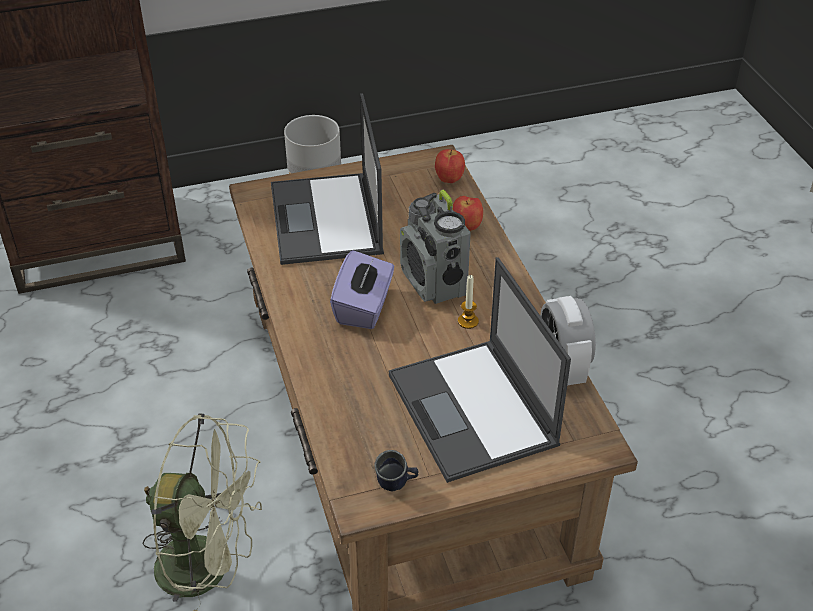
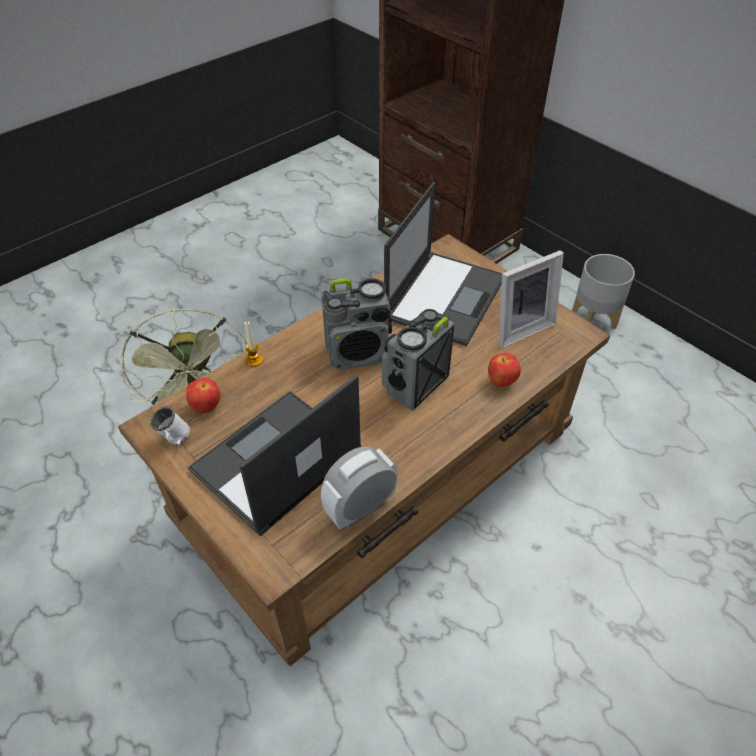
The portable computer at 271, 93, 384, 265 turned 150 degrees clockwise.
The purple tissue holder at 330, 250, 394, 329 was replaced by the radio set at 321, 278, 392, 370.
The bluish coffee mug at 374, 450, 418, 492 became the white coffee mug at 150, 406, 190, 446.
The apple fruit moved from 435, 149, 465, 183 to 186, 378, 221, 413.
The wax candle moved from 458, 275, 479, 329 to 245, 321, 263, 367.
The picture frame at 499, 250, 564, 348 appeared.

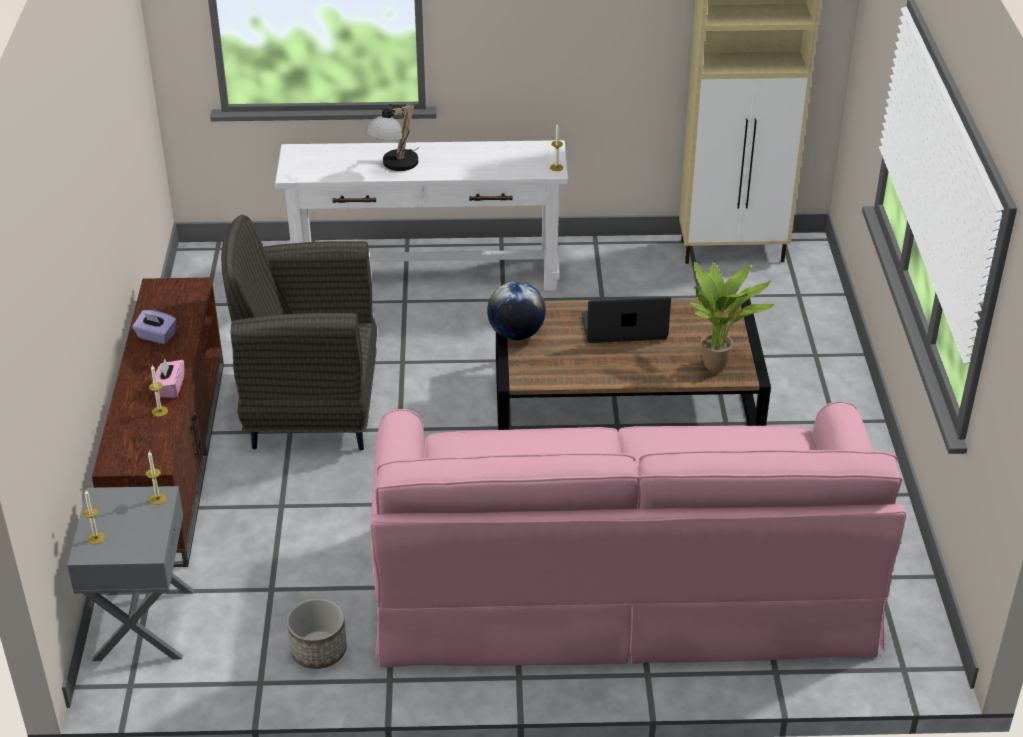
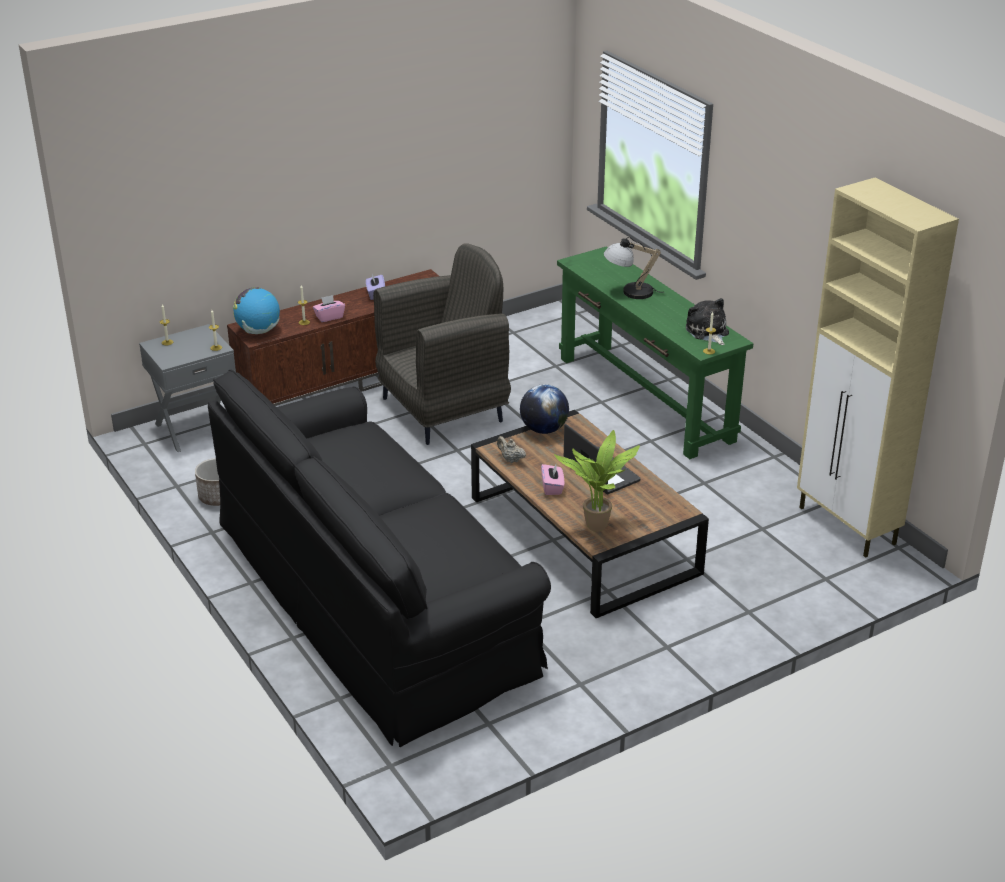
The gray easy chair at 221, 215, 377, 450 turned 90 degrees clockwise.
The white console table at 275, 140, 569, 291 became the green-coloured console table at 557, 246, 753, 459.
The pink-coloured sofa at 370, 401, 906, 668 became the black-coloured sofa at 208, 369, 551, 747.
The world globe at 233, 287, 280, 334 appeared.
The beige teapot at 497, 436, 526, 463 appeared.
The pink-coloured tissue holder at 541, 464, 564, 495 appeared.
The cuddly toy at 686, 298, 729, 345 appeared.

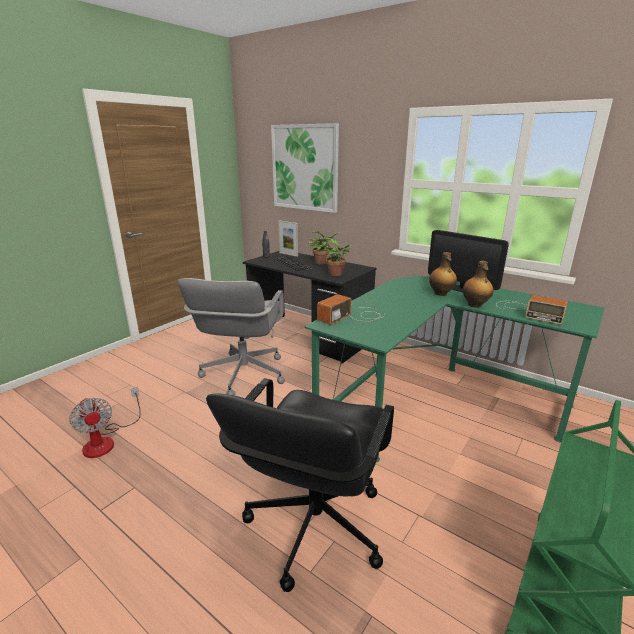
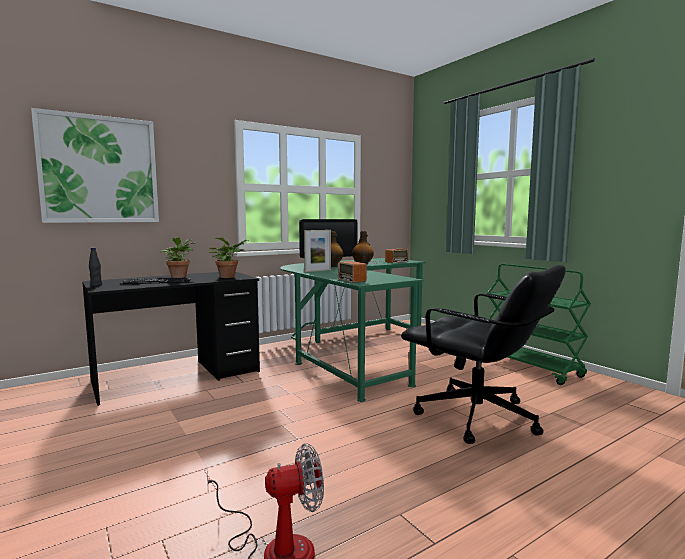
The gray desk chair at 177, 278, 285, 395 disappeared.
The picture frame moved from 278, 221, 298, 257 to 304, 230, 331, 272.

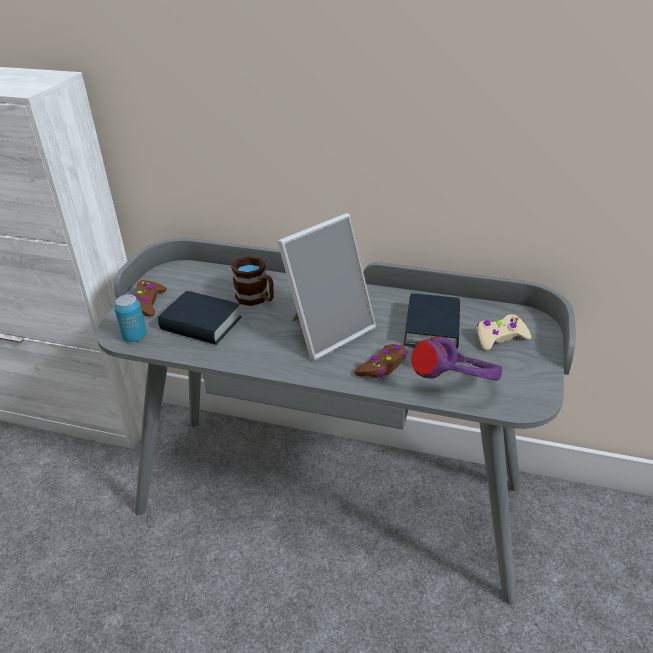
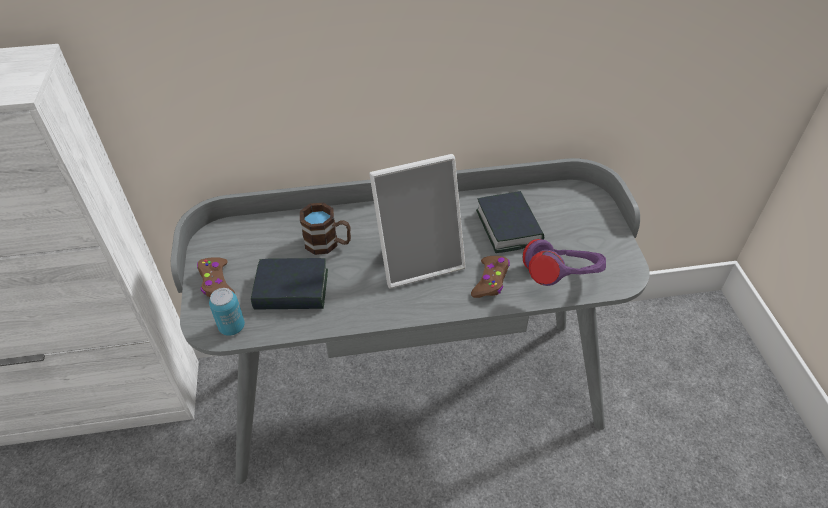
The picture frame at 277, 213, 376, 360 turned 45 degrees clockwise.
The beige joypad at 477, 314, 531, 351 disappeared.

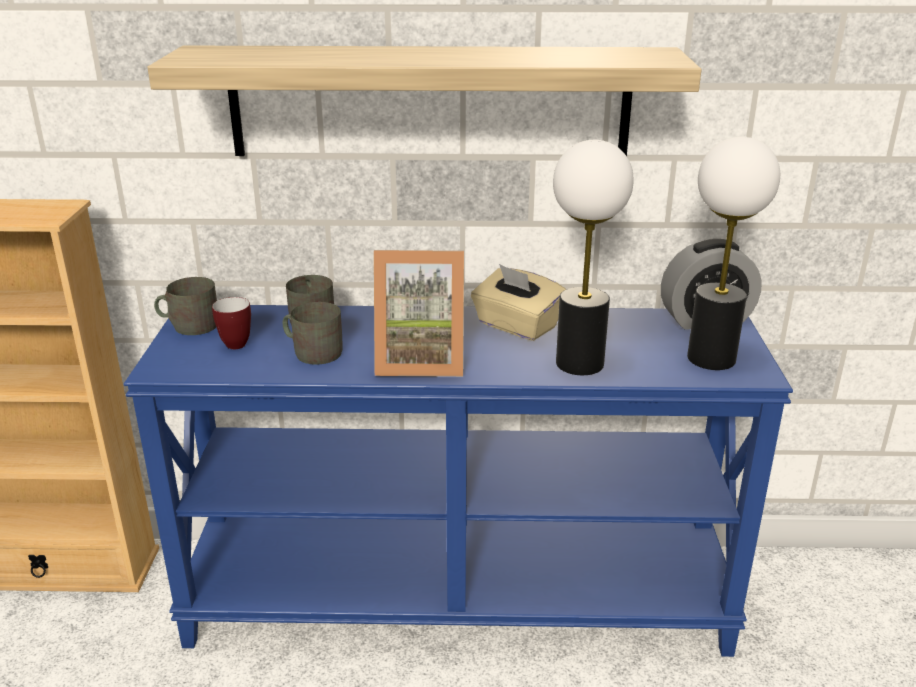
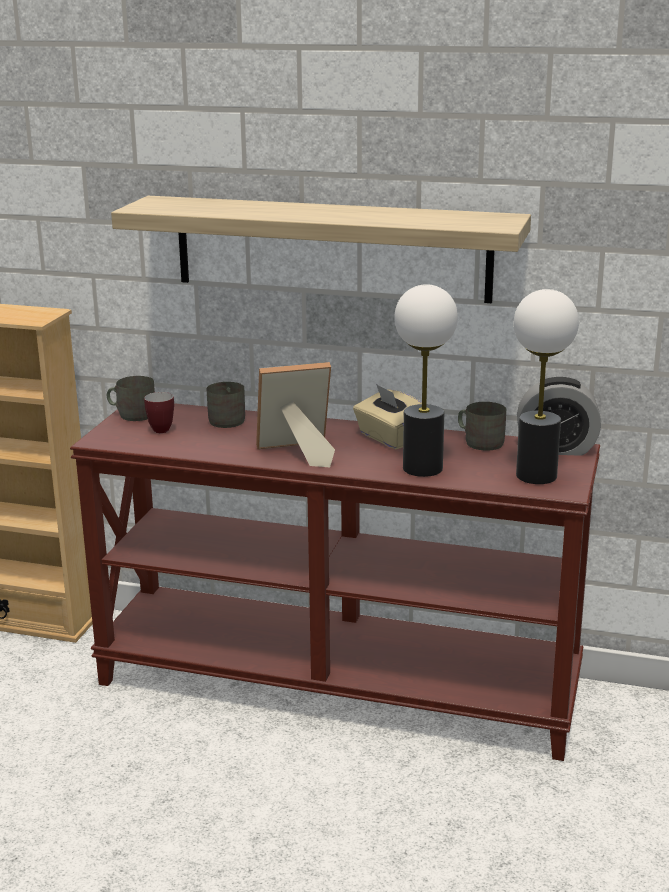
The bluish console table at 124, 305, 793, 657 became the brownish console table at 70, 403, 600, 761.
The gray coffee mug moved from 283, 302, 343, 365 to 458, 402, 506, 451.
The picture frame at 374, 250, 464, 377 turned 150 degrees clockwise.

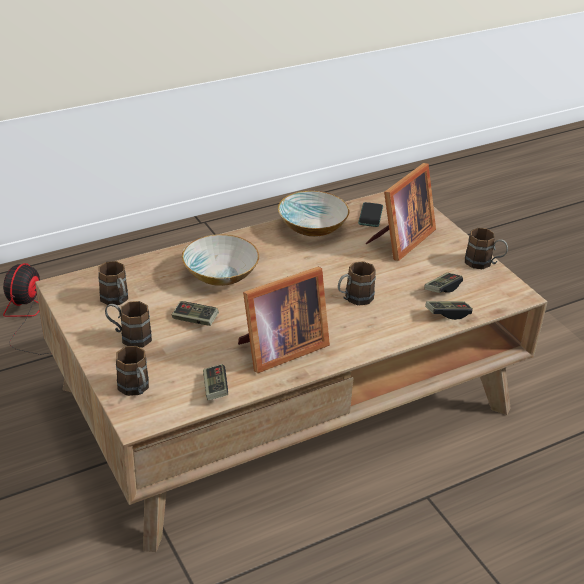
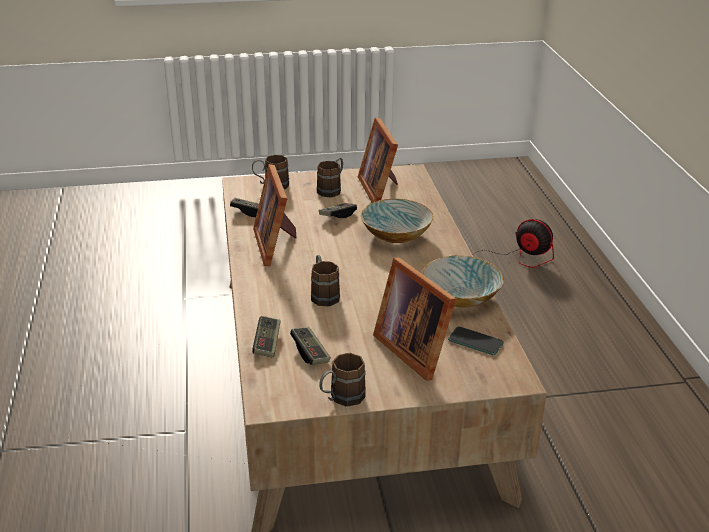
The brownish coffee mug at 98, 261, 128, 305 was replaced by the picture frame at 358, 117, 398, 203.

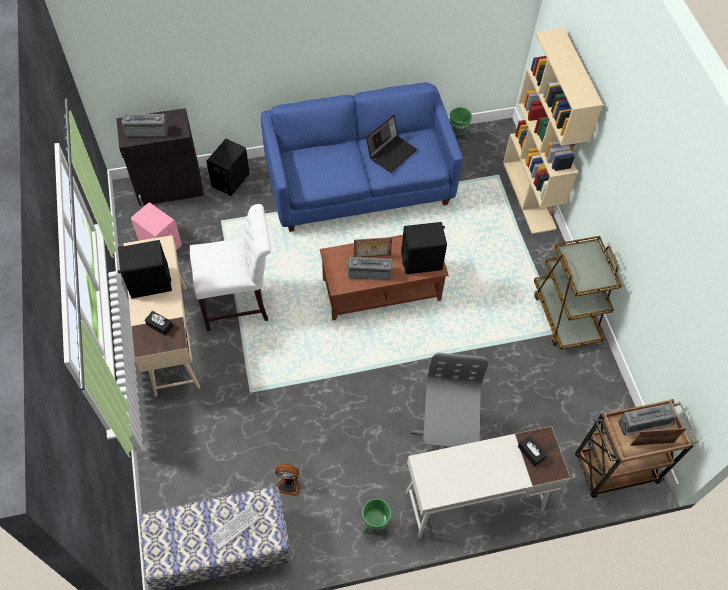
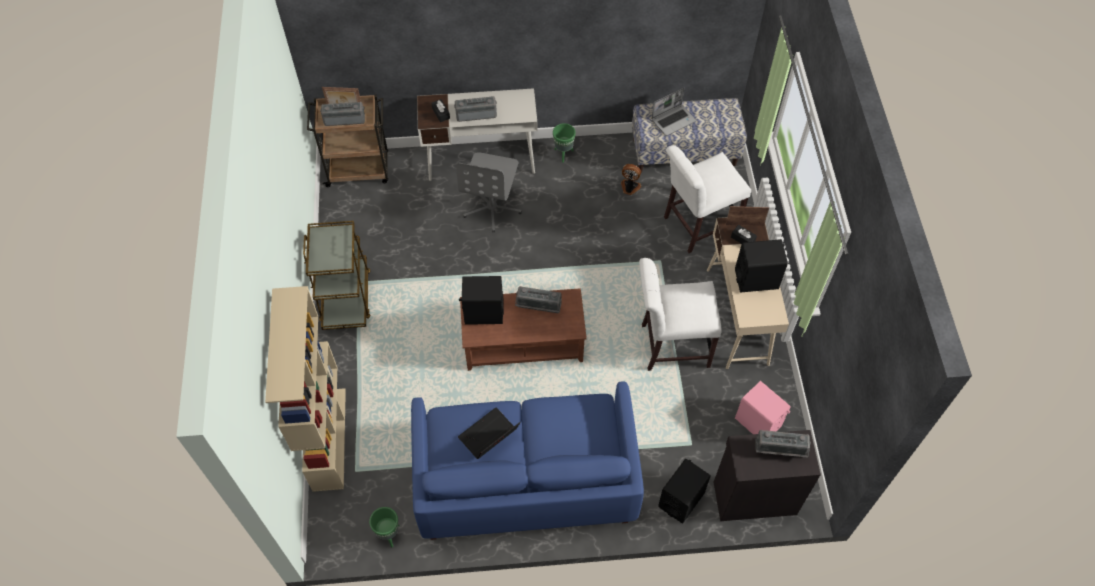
The computer keyboard at 209, 506, 260, 550 was replaced by the portable computer at 651, 88, 696, 136.
The picture frame moved from 354, 237, 392, 257 to 726, 206, 769, 226.
The radio set at 454, 96, 497, 122 appeared.
The white chair at 664, 145, 751, 253 appeared.

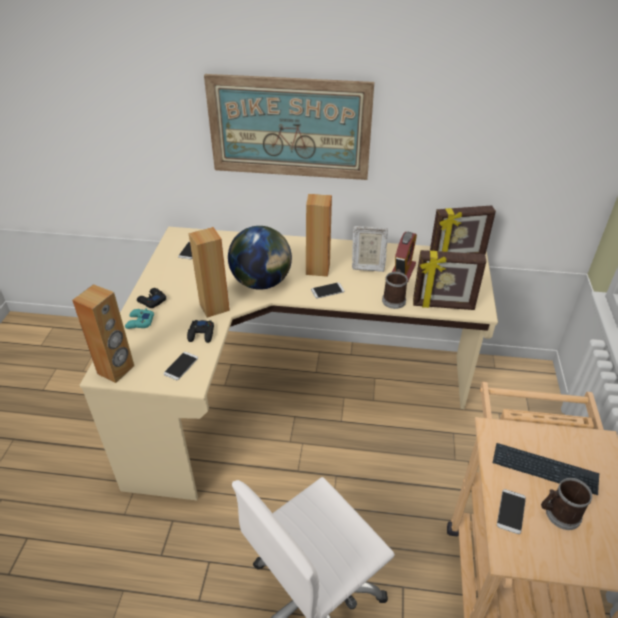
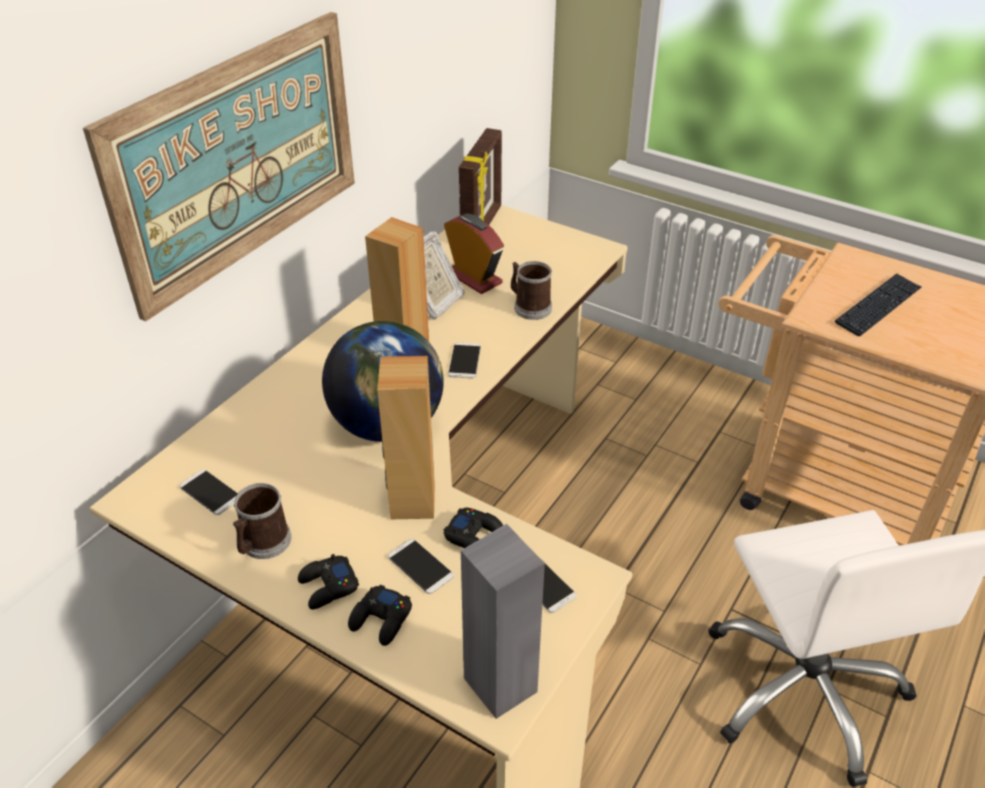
The brownish speaker at 72, 284, 134, 383 became the gray speaker at 461, 523, 545, 719.
The blue-green joypad at 125, 308, 154, 329 became the black-coloured joypad at 348, 584, 412, 646.
The picture frame at 413, 250, 486, 310 disappeared.
The telephone moved from 497, 489, 526, 534 to 388, 539, 454, 594.
The coffee mug moved from 541, 478, 592, 530 to 233, 483, 291, 559.

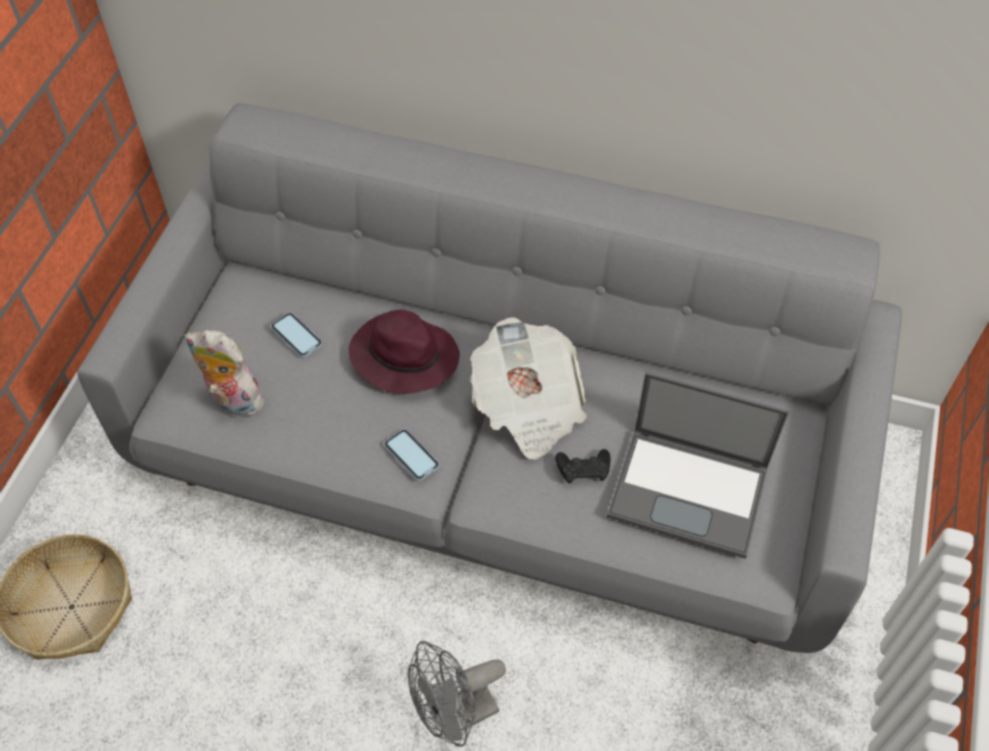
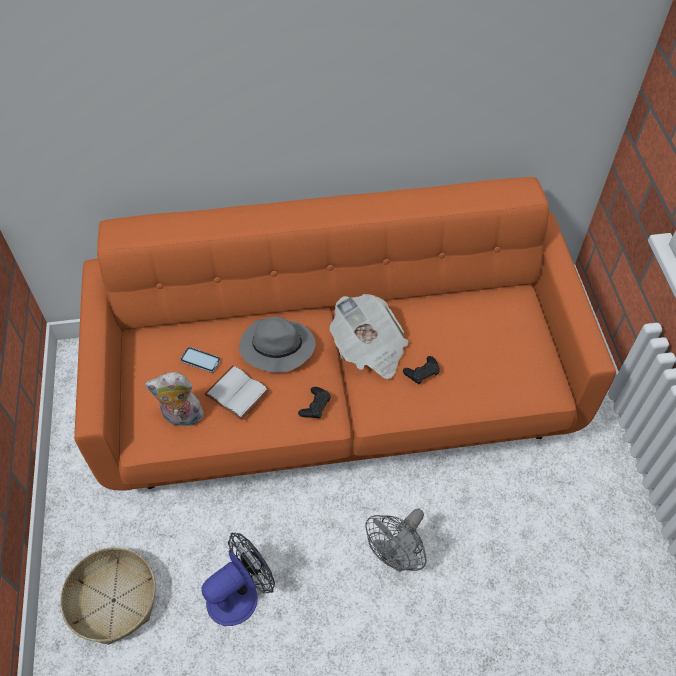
The gray sofa at 77, 103, 902, 653 became the orange sofa at 74, 177, 616, 490.
The purple clothing hat at 349, 310, 460, 394 became the gray clothing hat at 239, 317, 316, 373.
The telephone at 384, 429, 439, 481 was replaced by the black-coloured joypad at 298, 387, 331, 419.
The portable computer at 607, 372, 789, 559 disappeared.
The cooling fan at 202, 533, 275, 626 appeared.
The white bound book at 204, 365, 270, 420 appeared.

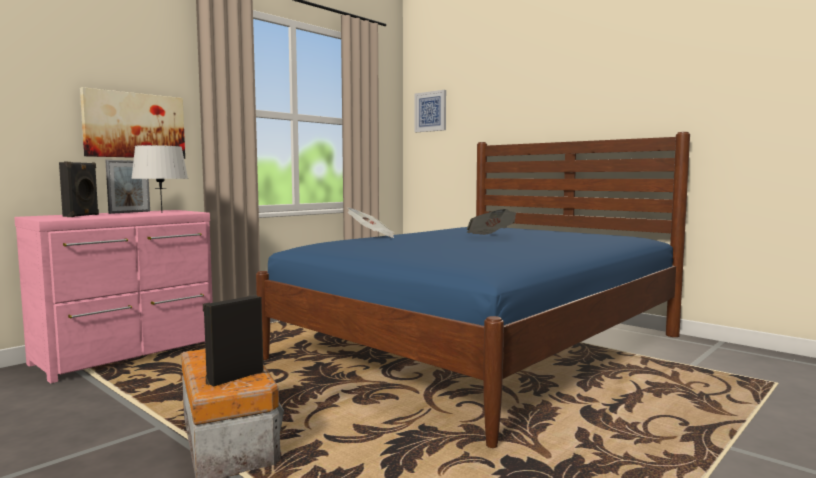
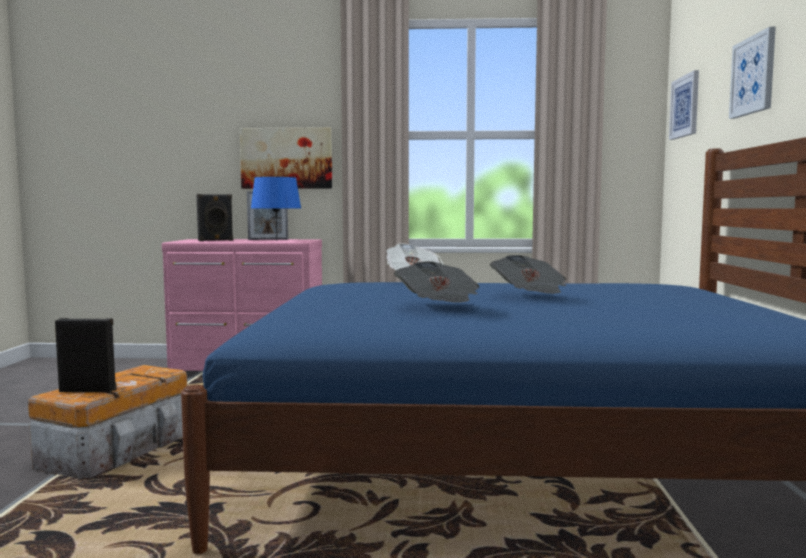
The gray lamp for a table at 131, 145, 188, 213 became the bluish lamp for a table at 251, 177, 301, 241.
The daily paper at 394, 261, 480, 303 appeared.
The wall picture at 729, 27, 776, 119 appeared.

